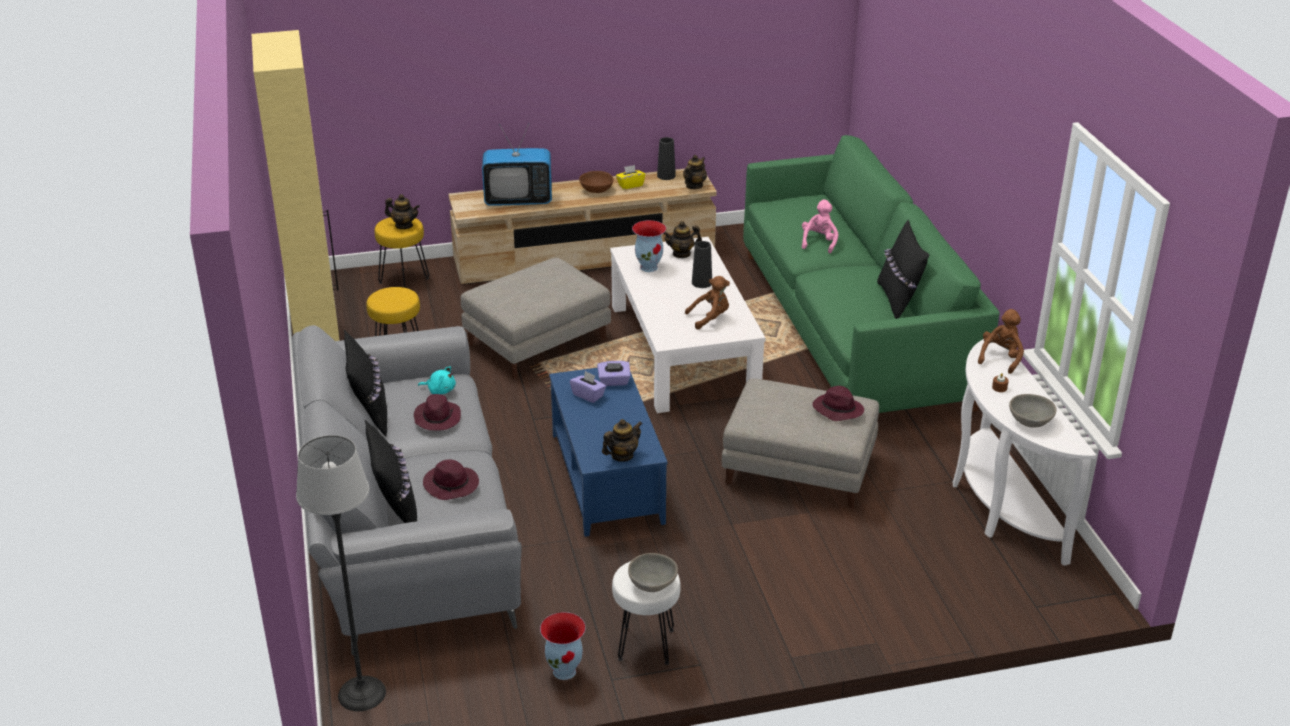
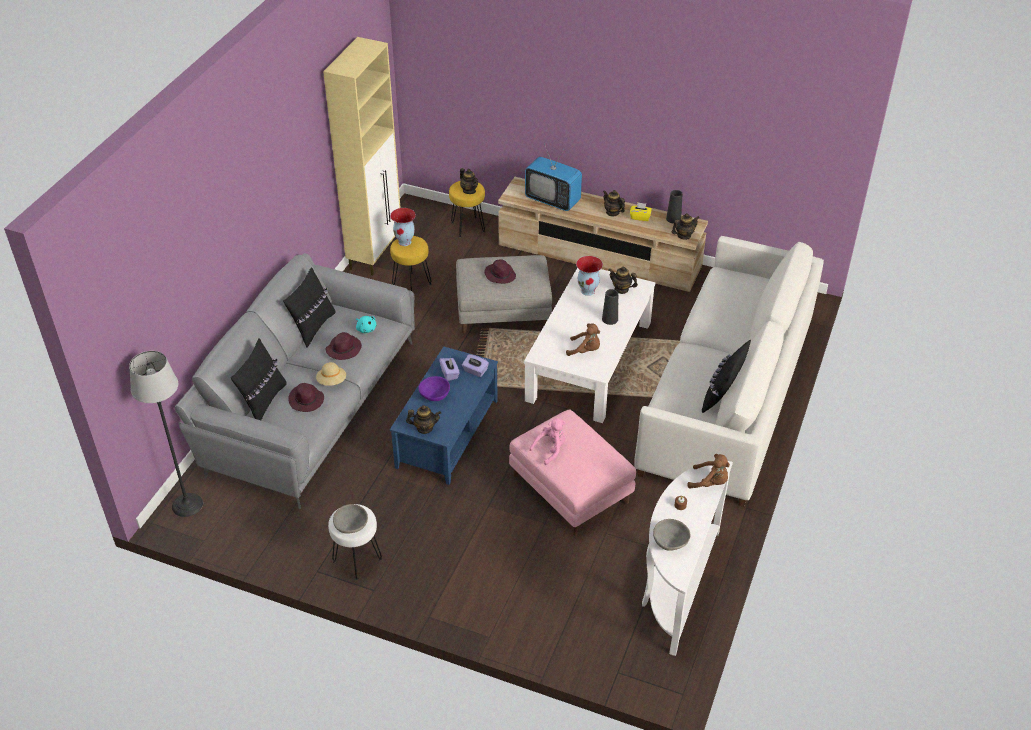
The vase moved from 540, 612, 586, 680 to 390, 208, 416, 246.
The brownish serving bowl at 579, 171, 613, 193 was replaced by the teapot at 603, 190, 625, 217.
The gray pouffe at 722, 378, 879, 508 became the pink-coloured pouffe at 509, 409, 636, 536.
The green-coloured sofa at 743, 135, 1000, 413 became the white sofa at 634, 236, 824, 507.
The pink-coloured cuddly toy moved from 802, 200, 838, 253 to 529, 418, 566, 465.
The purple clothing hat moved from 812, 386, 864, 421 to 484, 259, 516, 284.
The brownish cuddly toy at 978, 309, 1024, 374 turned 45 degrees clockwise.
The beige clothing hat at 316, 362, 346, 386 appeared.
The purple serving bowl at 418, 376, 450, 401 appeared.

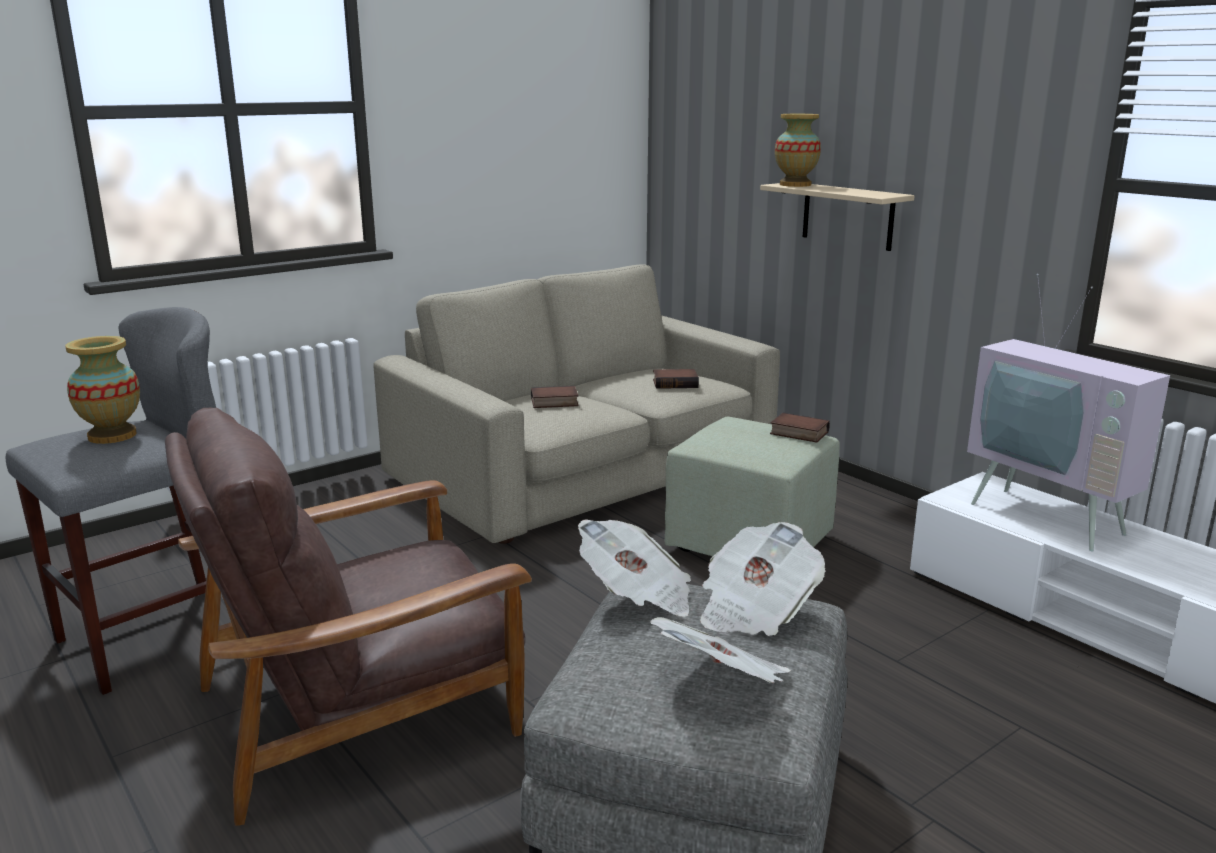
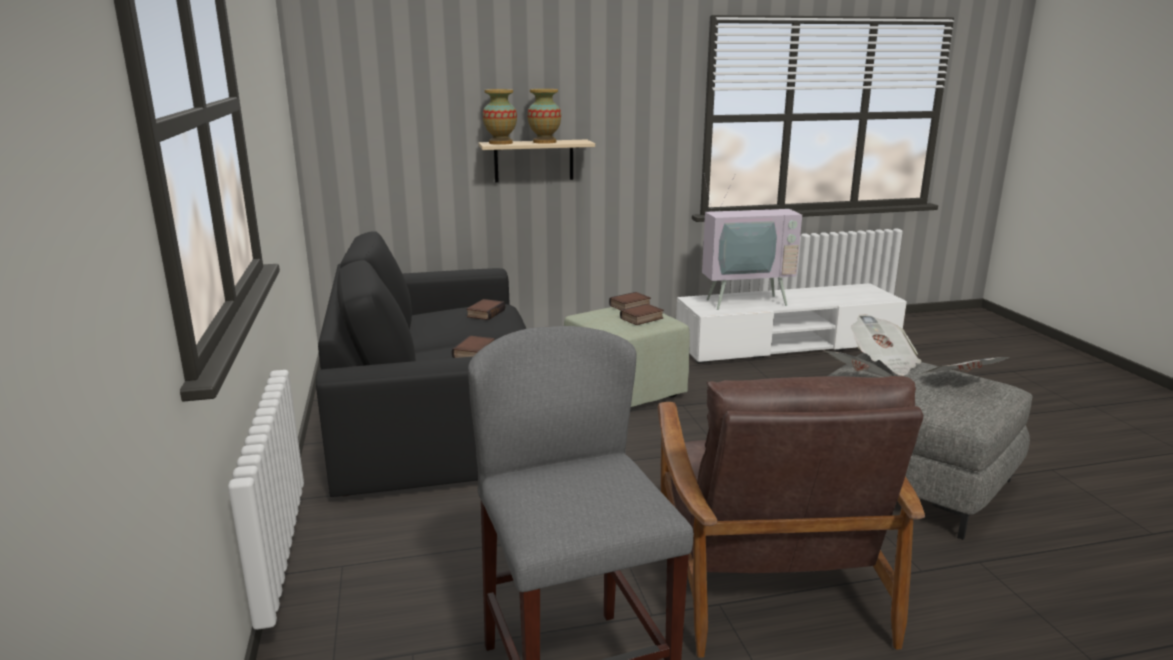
The vase moved from 65, 336, 140, 444 to 527, 89, 561, 144.
The beige sofa at 374, 264, 780, 544 became the black-coloured sofa at 316, 231, 526, 497.
The bound book at 620, 304, 664, 325 appeared.

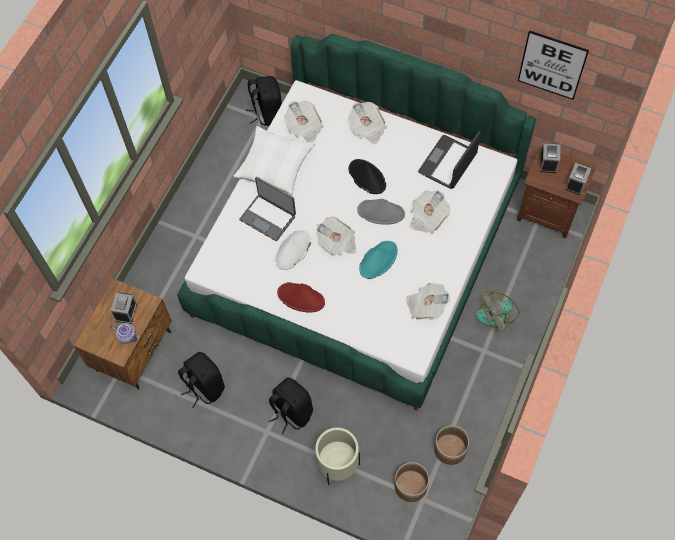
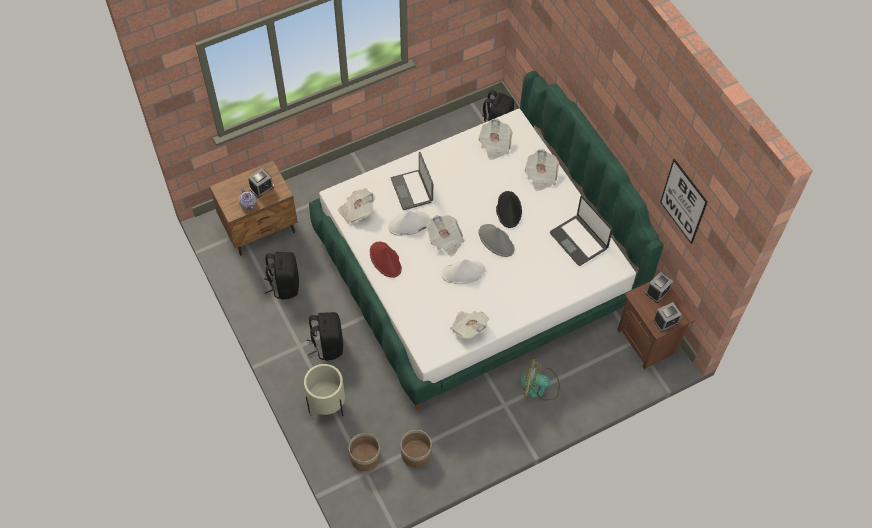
The white throw pillow at 233, 126, 315, 195 disappeared.
The blue-green clothing hat at 359, 241, 398, 279 became the white clothing hat at 442, 259, 486, 284.
The daily paper moved from 410, 190, 450, 234 to 338, 188, 375, 224.
The portable computer at 418, 130, 481, 189 turned 105 degrees counterclockwise.

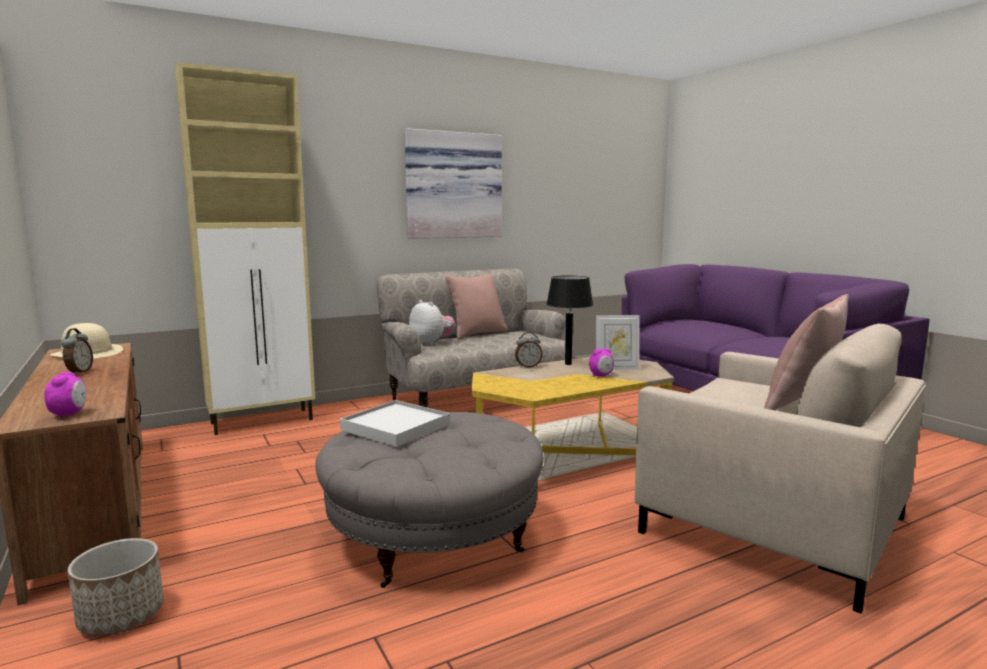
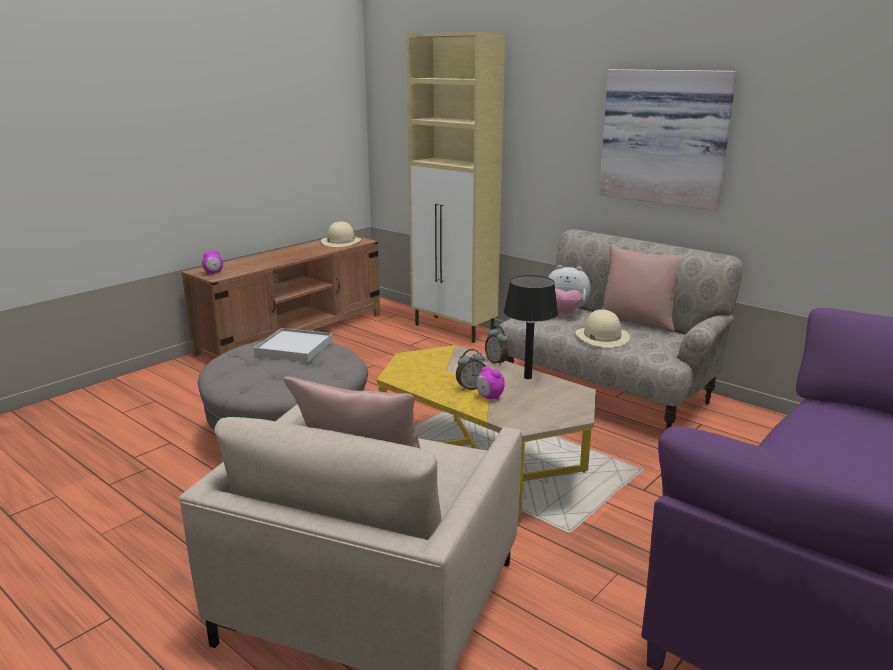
The alarm clock moved from 61, 328, 93, 375 to 456, 349, 486, 391.
The plant pot at 68, 538, 163, 636 disappeared.
The cuddly toy at 409, 300, 455, 346 turned 75 degrees clockwise.
The picture frame at 596, 315, 639, 370 disappeared.
The beige clothing hat at 576, 309, 630, 347 appeared.

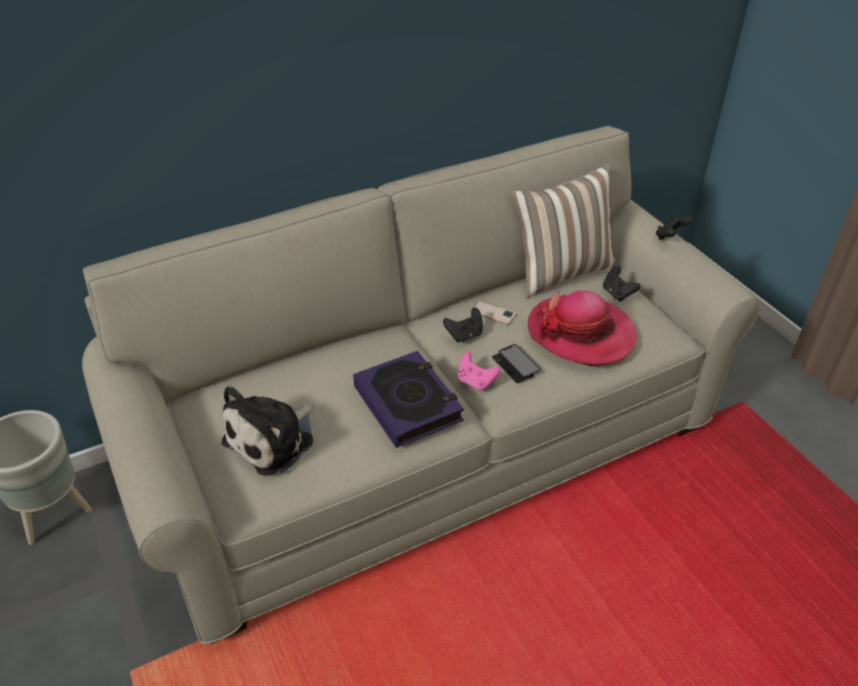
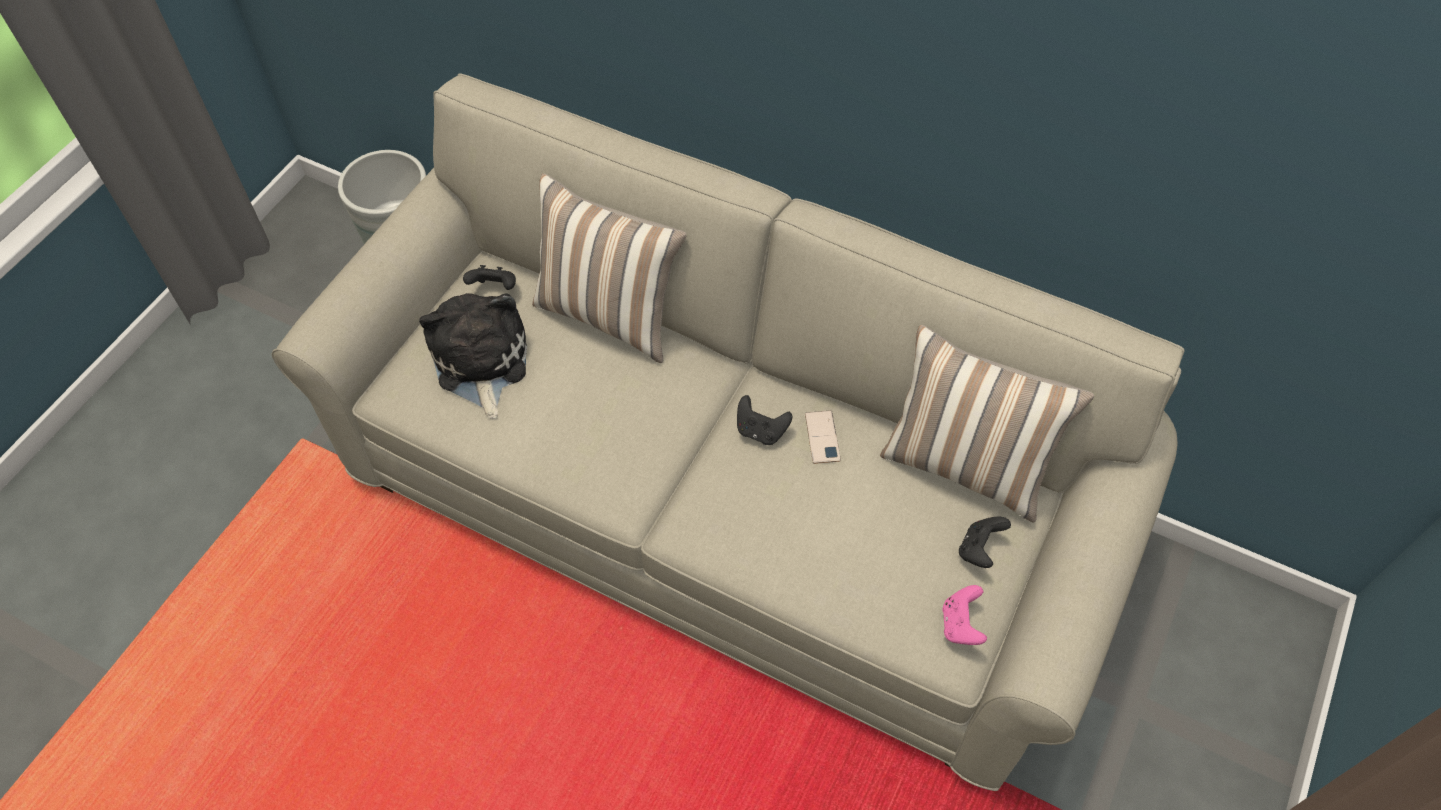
The cuddly toy at 222, 386, 313, 476 turned 75 degrees clockwise.
The bound book at 353, 351, 464, 448 disappeared.
The pink-coloured joypad moved from 458, 352, 501, 391 to 942, 585, 987, 645.
The telephone at 492, 344, 541, 383 disappeared.
The clothing hat at 528, 291, 637, 367 disappeared.
The black-coloured joypad moved from 656, 216, 693, 240 to 463, 265, 516, 290.
The throw pillow at 532, 174, 687, 363 appeared.

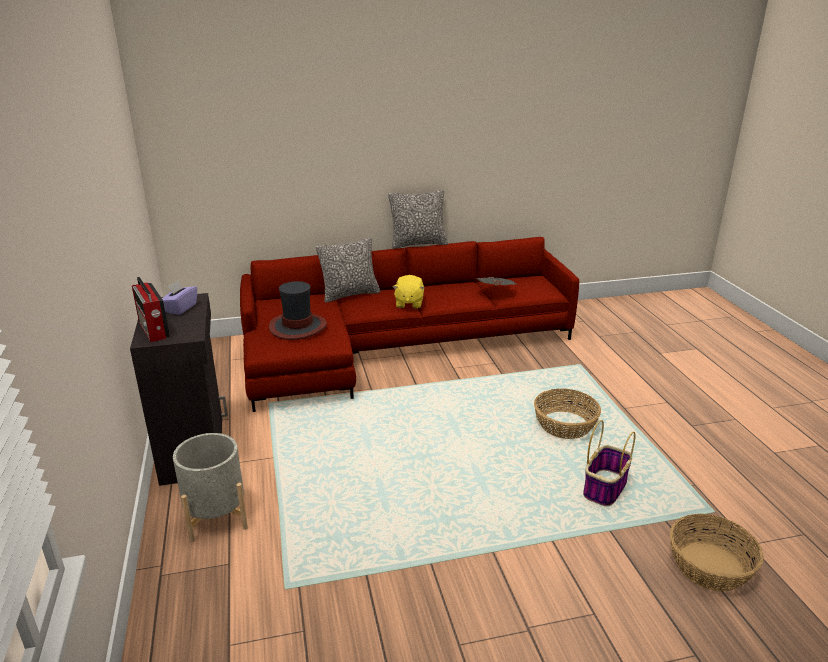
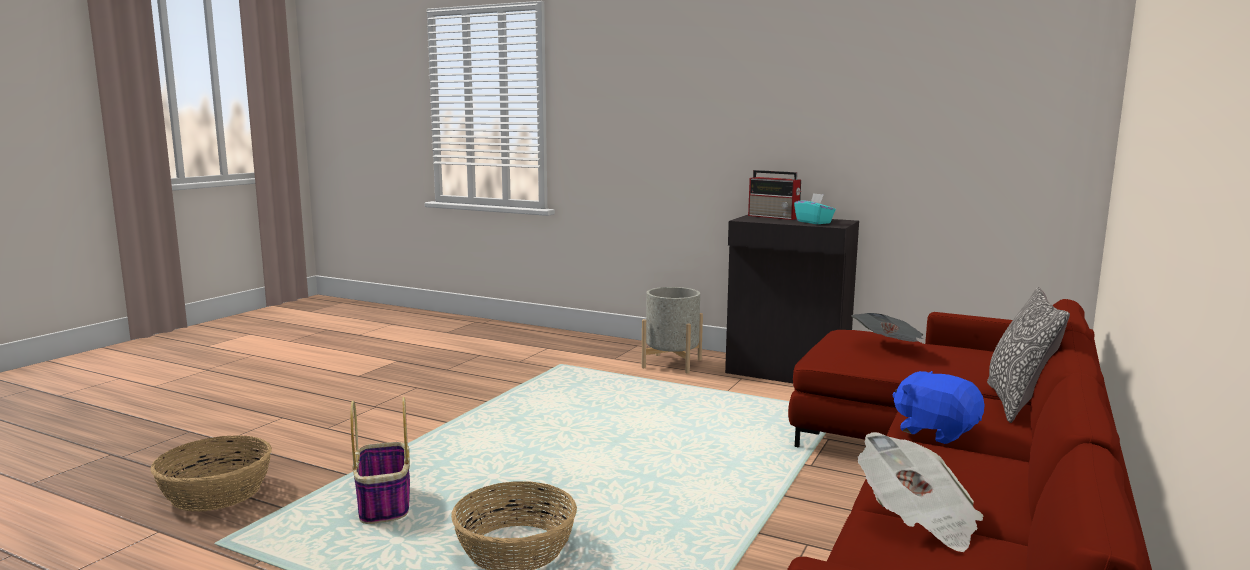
The radio set at 132, 277, 170, 342 turned 150 degrees counterclockwise.
The purple tissue holder at 162, 280, 197, 315 became the blue-green tissue holder at 794, 193, 836, 224.
The clothing hat at 269, 281, 327, 340 was replaced by the daily paper at 851, 313, 924, 342.
The throw pillow at 388, 190, 448, 249 disappeared.
The yellow cuddly toy at 393, 275, 425, 309 became the bluish cuddly toy at 893, 371, 985, 444.

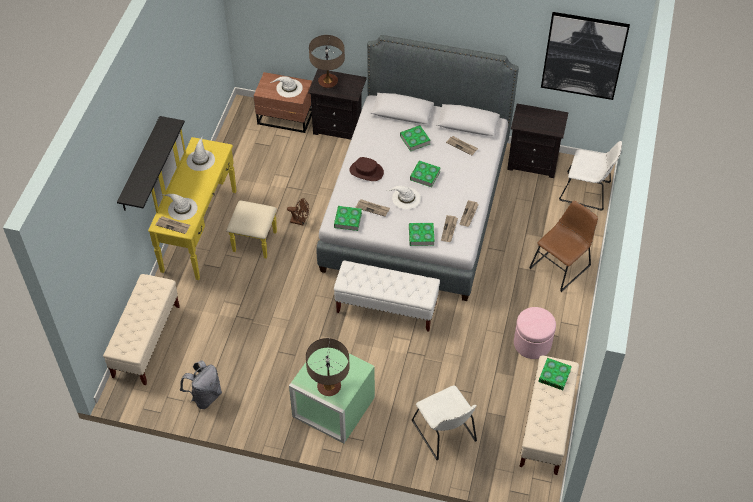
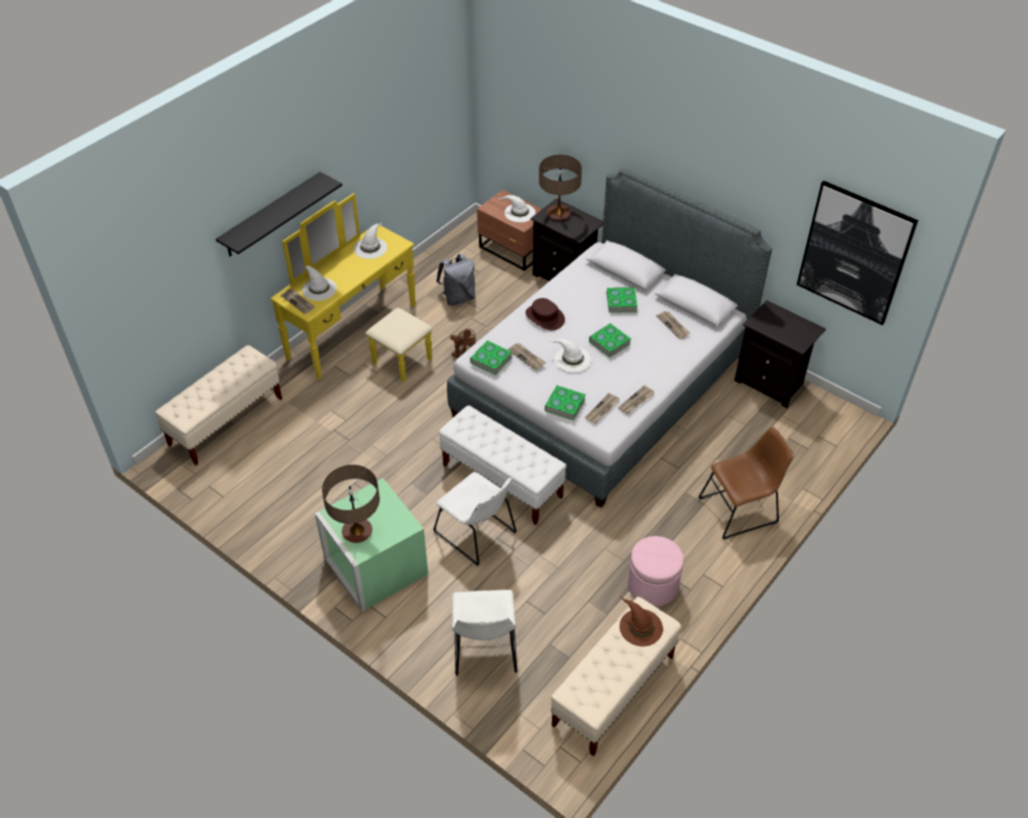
The gray backpack moved from 180, 360, 222, 409 to 436, 254, 475, 306.
The bound book at 538, 358, 572, 390 was replaced by the brownish clothing hat at 619, 596, 663, 647.
The white chair moved from 559, 141, 622, 211 to 433, 472, 517, 566.

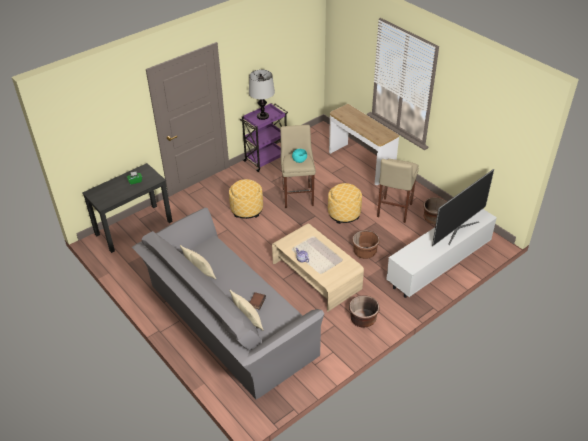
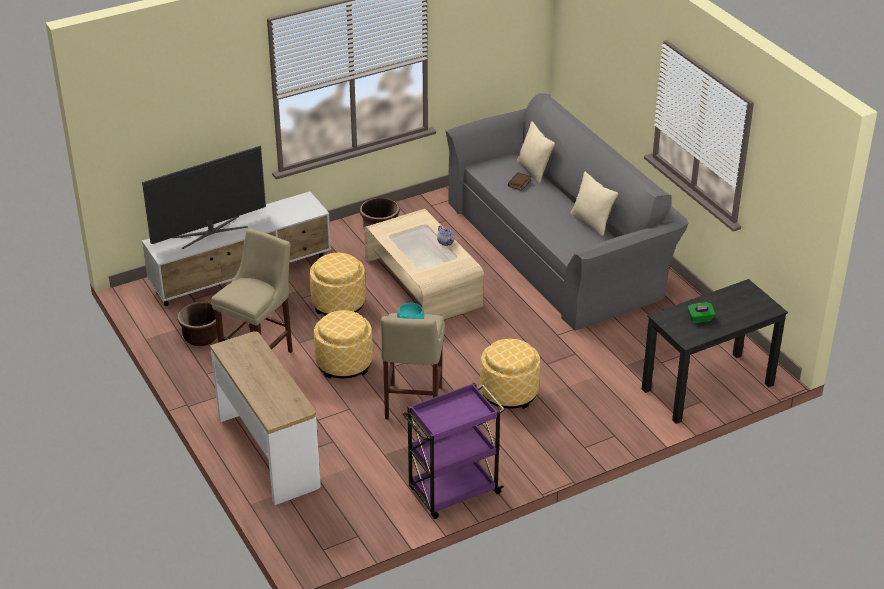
The lamp for a table at 249, 70, 275, 120 disappeared.
The brownish plant pot at 352, 230, 380, 259 was replaced by the pouffe at 310, 253, 366, 315.

